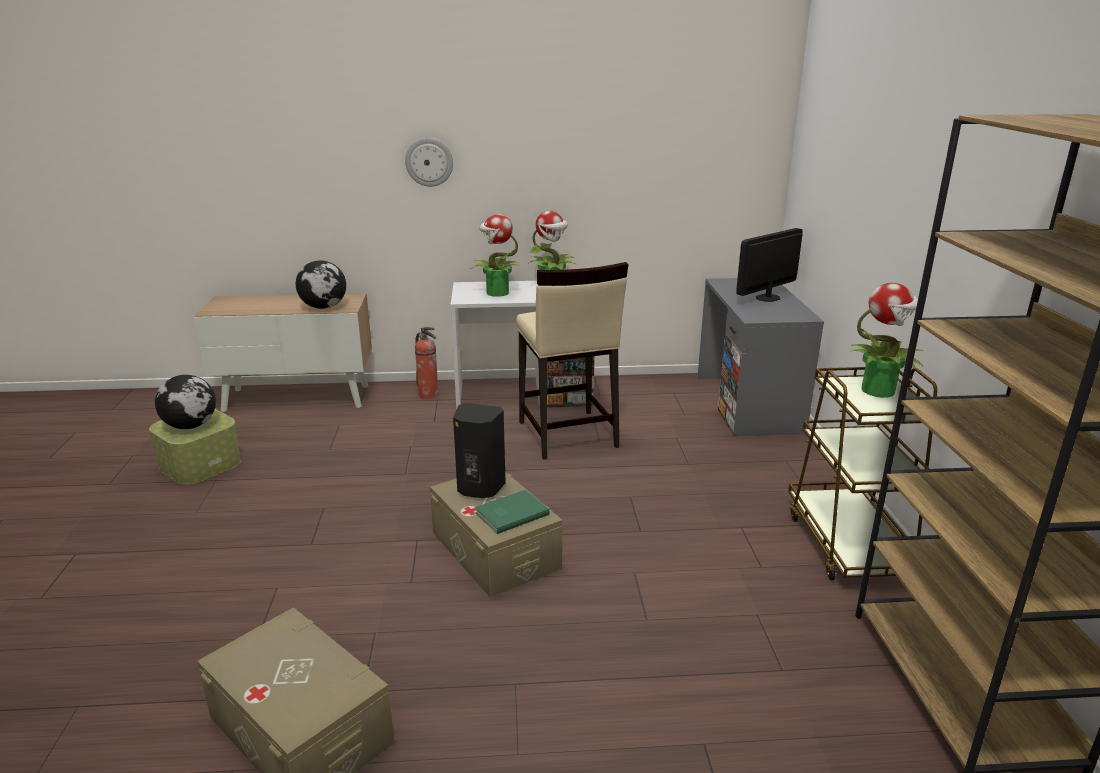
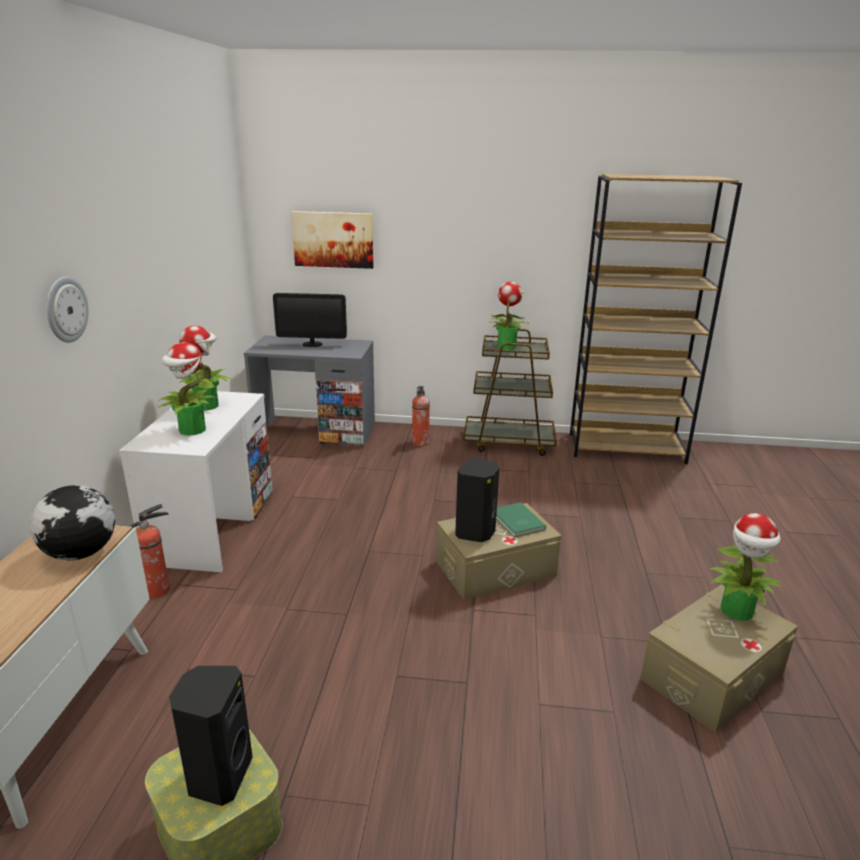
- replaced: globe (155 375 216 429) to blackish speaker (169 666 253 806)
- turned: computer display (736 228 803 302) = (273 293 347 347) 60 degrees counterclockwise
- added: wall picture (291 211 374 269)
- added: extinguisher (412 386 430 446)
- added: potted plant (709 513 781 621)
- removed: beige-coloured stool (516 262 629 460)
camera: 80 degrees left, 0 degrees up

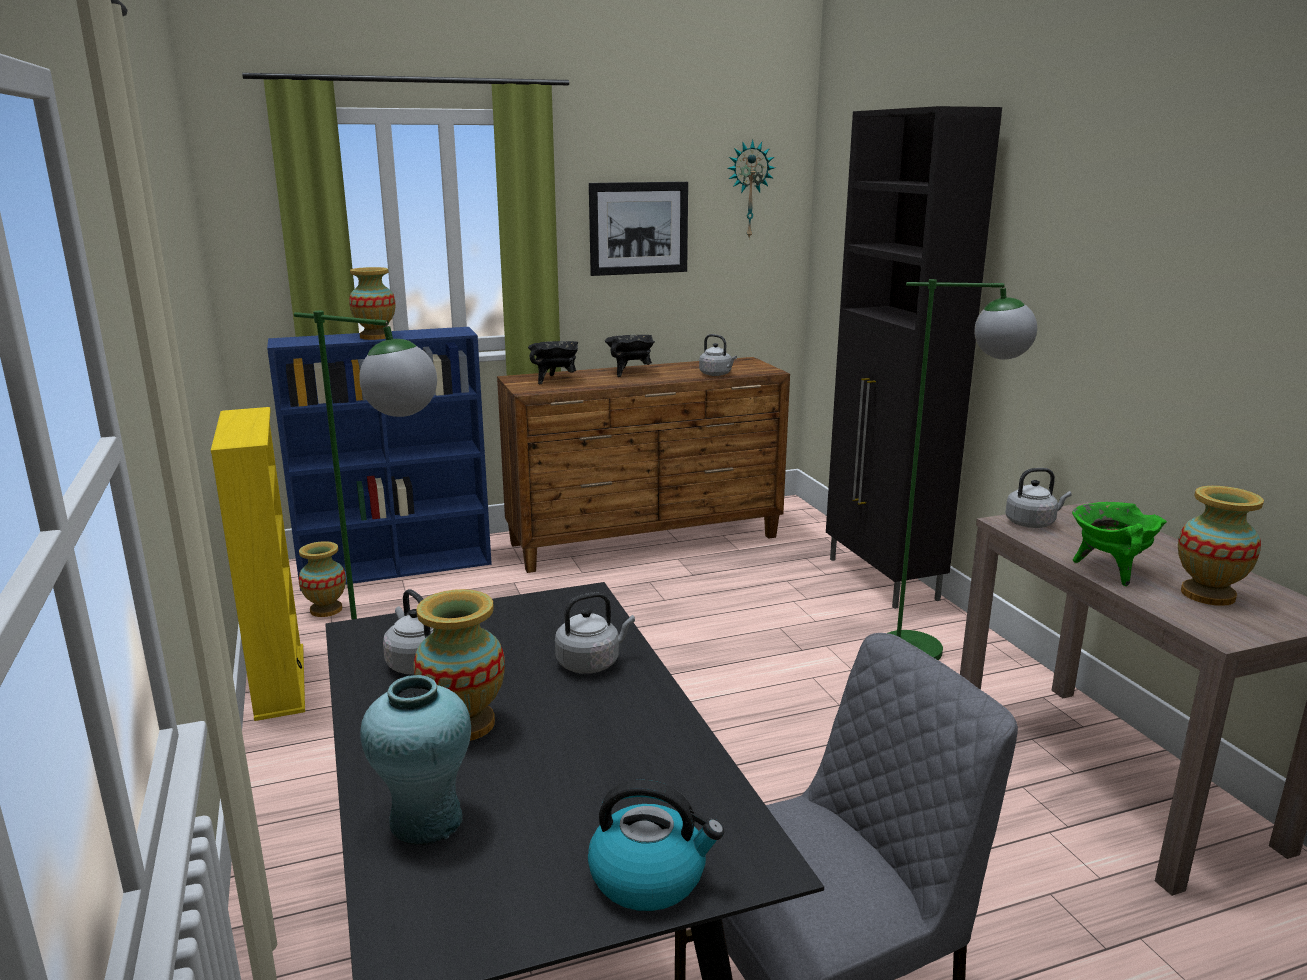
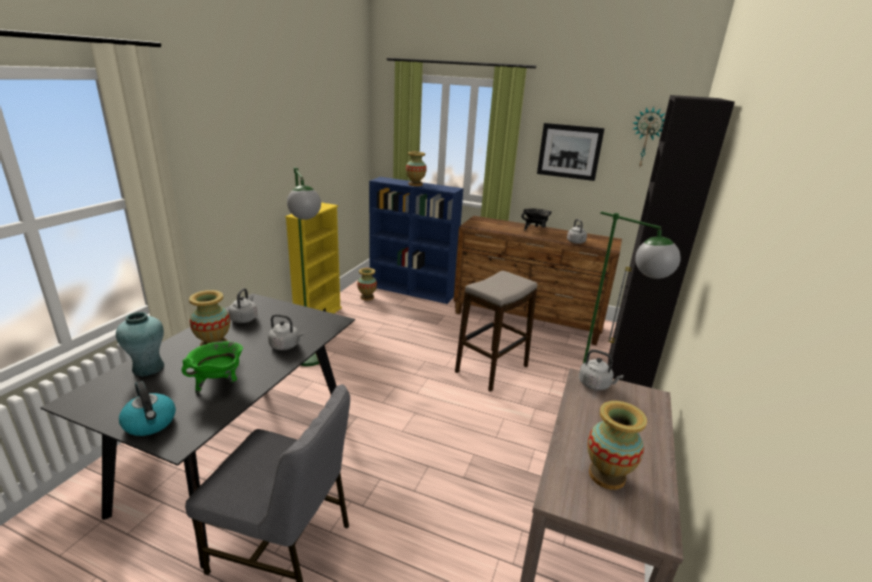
- moved: green saucepot (1072 502 1167 586) to (182 341 243 394)
- added: stool (455 271 537 392)
- removed: blackish saucepot (528 341 578 385)
camera: 40 degrees right, 5 degrees up

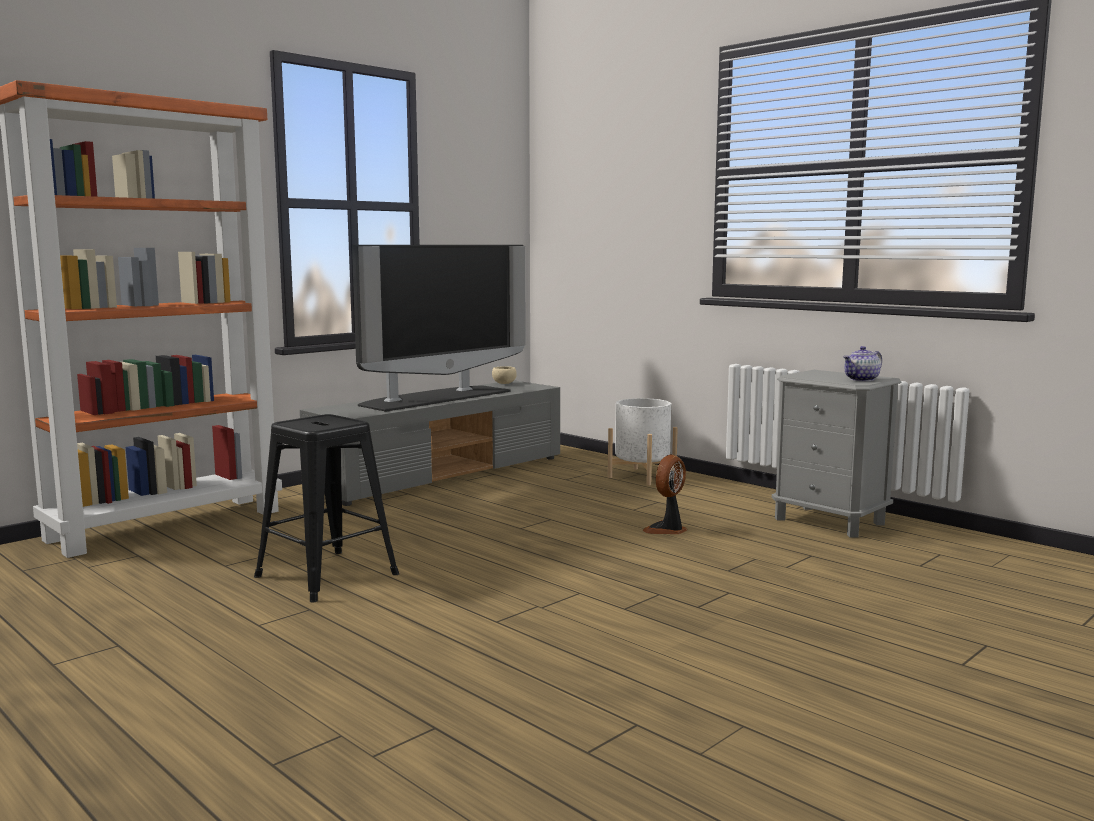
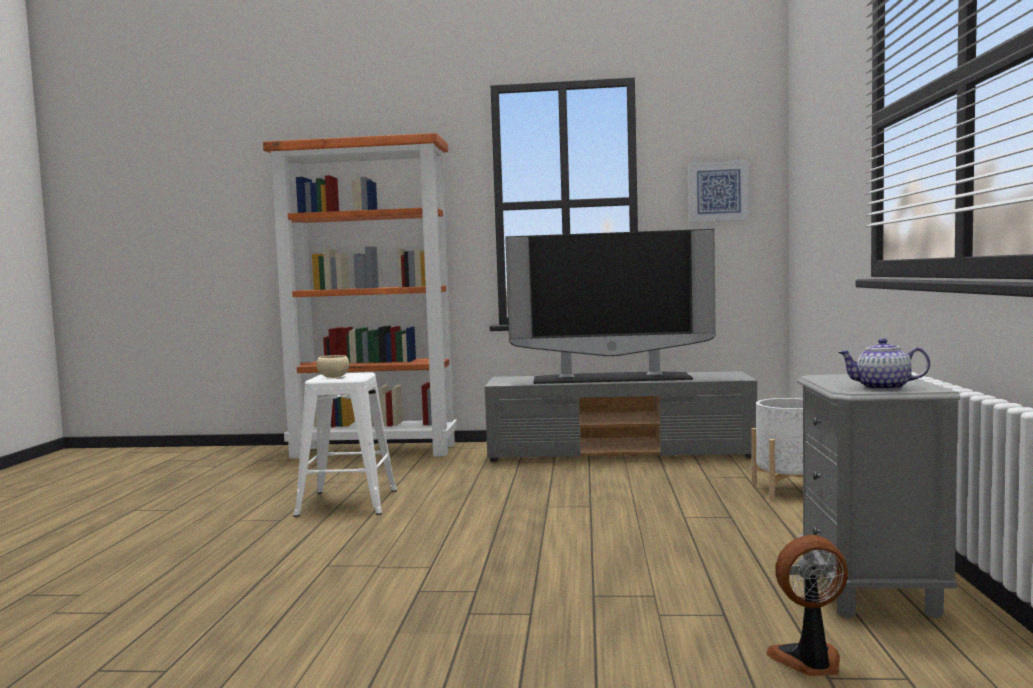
- recoloured: blackish stool (254 414 399 603) to white stool (293 373 397 517)
- moved: beige-coloured deep dish (492 366 517 384) to (317 355 349 378)
- added: wall picture (688 160 749 222)
- moved: electric fan (642 455 687 534) to (766 535 848 676)
camera: 50 degrees right, 5 degrees down

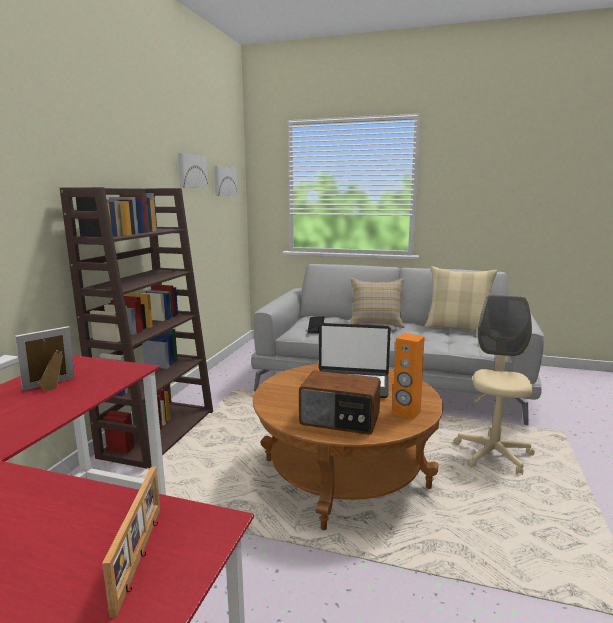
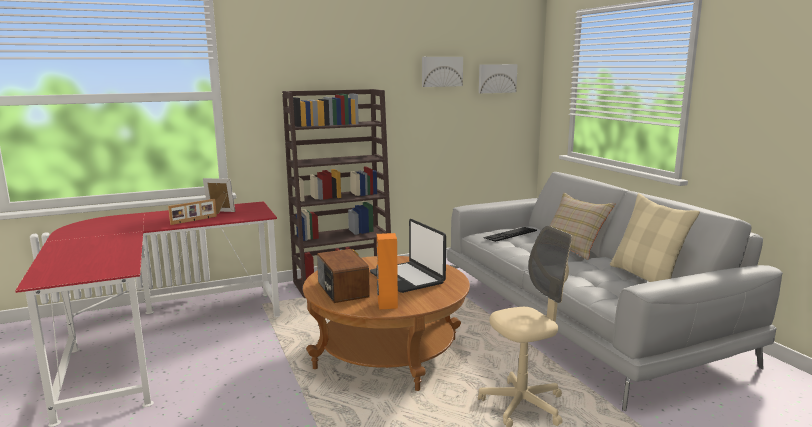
- moved: picture frame (102 467 160 618) to (168 199 217 225)
camera: 50 degrees right, 0 degrees up

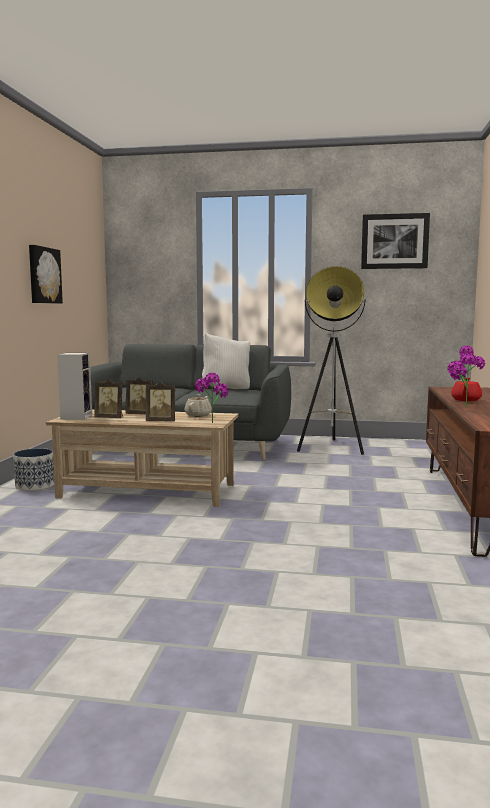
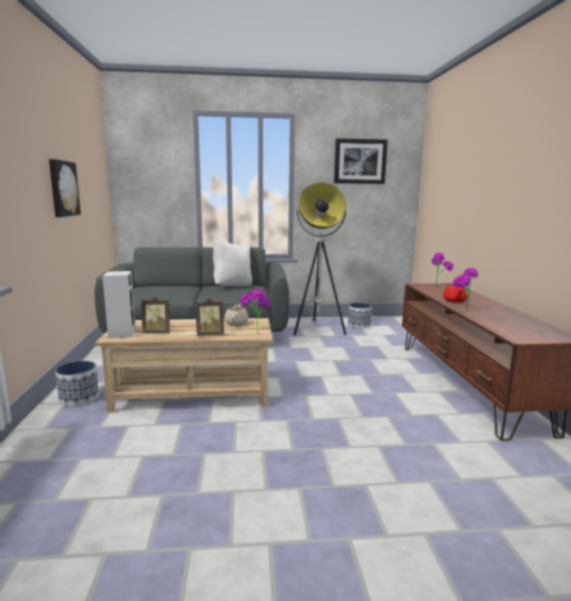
- added: flower pot (348 303 372 328)
- removed: picture frame (125 376 153 415)
camera: 15 degrees left, 5 degrees up

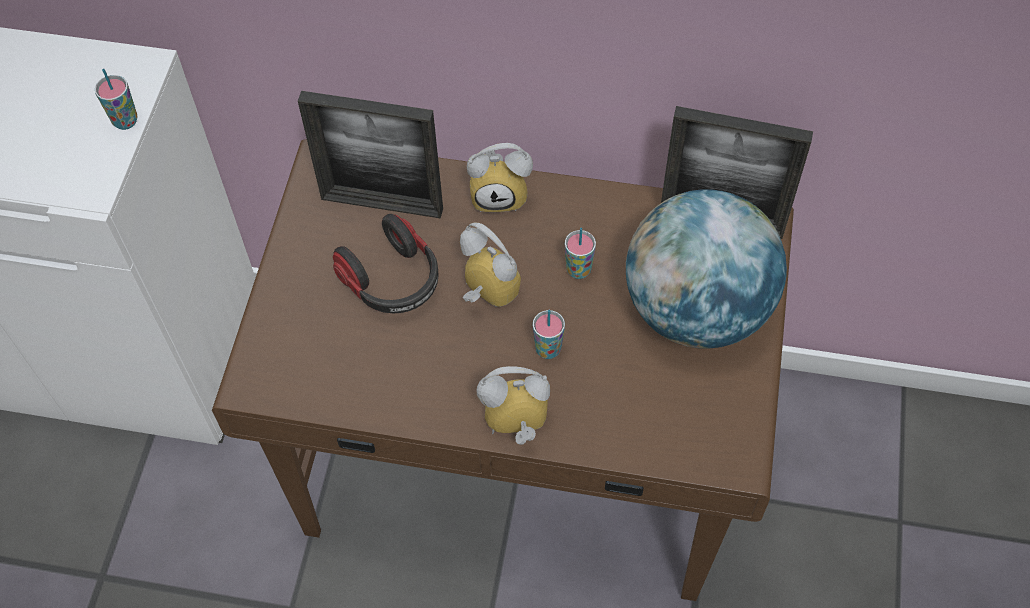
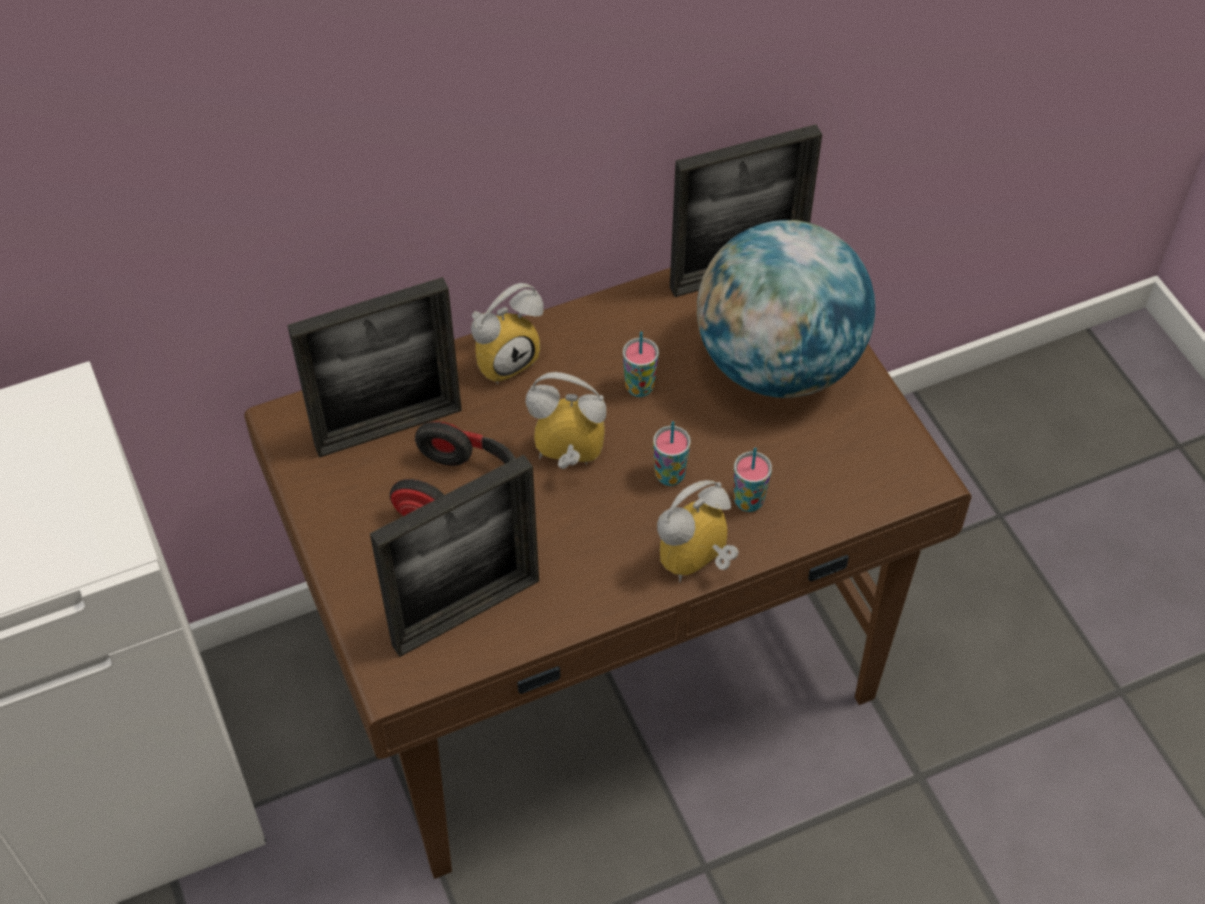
- added: picture frame (370 454 539 657)
- moved: cup (95 69 138 130) to (734 448 772 512)
camera: 35 degrees left, 5 degrees down

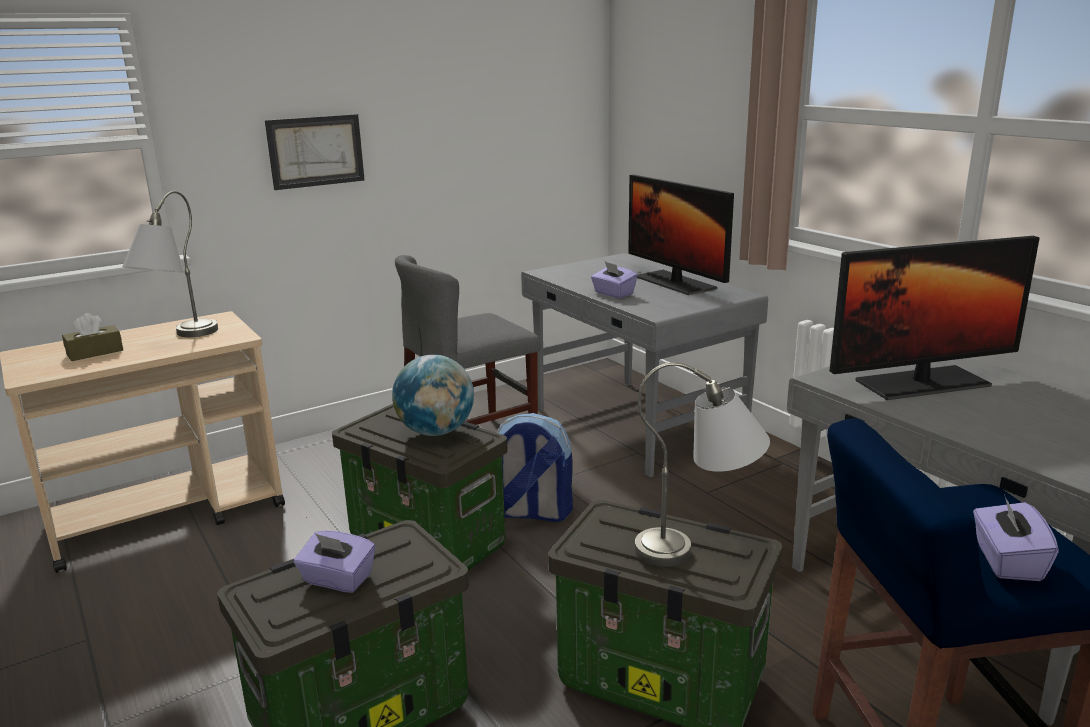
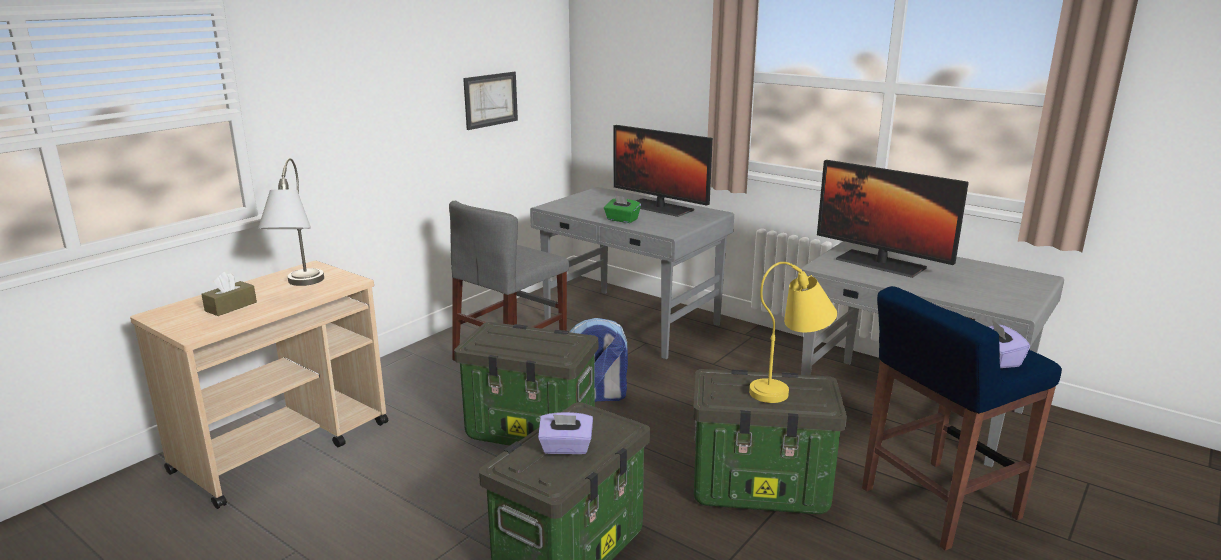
- moved: wall picture (265 114 365 190) to (463 72 518 130)
- recoloured: purple-coloured tissue holder (591 262 637 298) to green tissue holder (604 195 641 223)
- recoloured: grey tabletop lamp (635 362 770 567) to yellow tabletop lamp (749 262 837 403)
- turned: computer display (830 236 1040 400) = (817 160 969 278) 75 degrees clockwise
- removed: globe (392 355 474 436)
camera: 20 degrees left, 0 degrees up

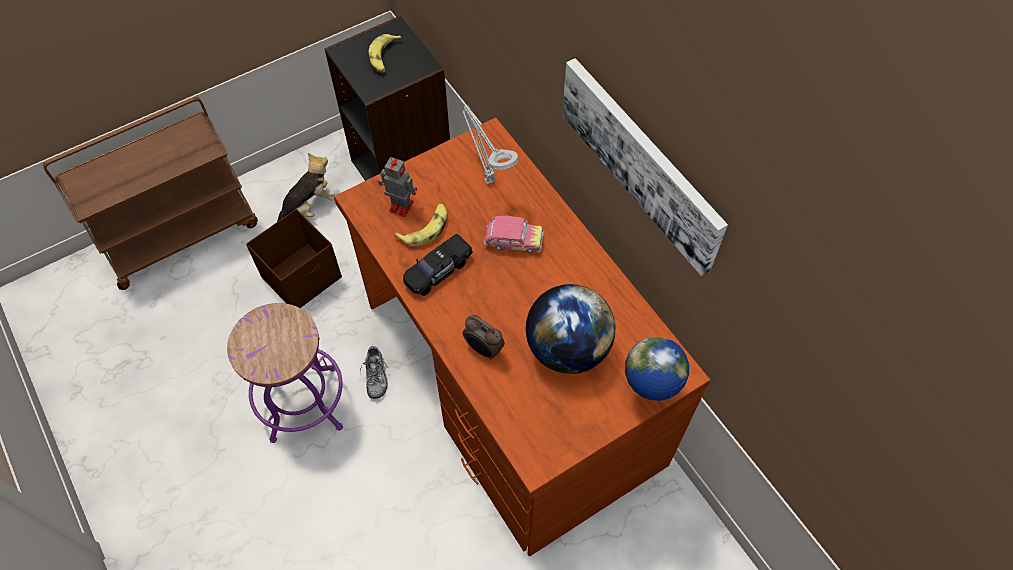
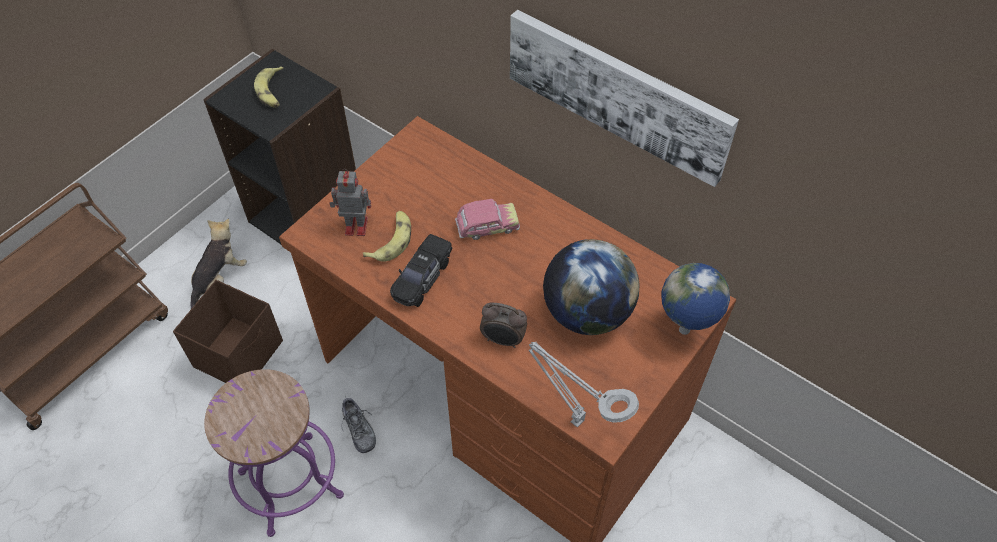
- moved: grey tabletop lamp (462 105 519 185) to (529 342 639 428)
camera: 20 degrees left, 5 degrees down

